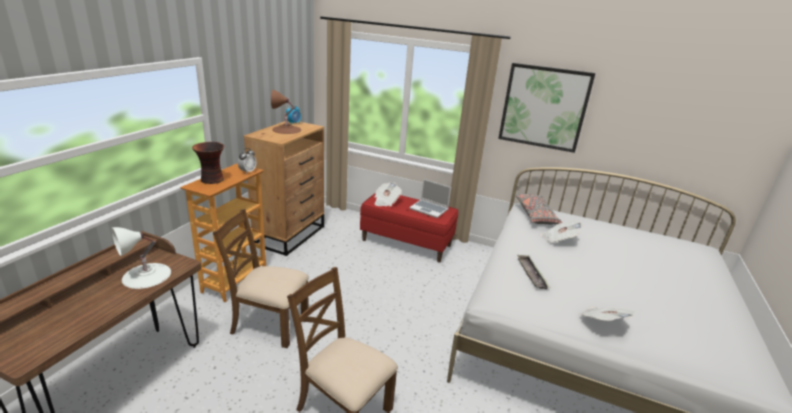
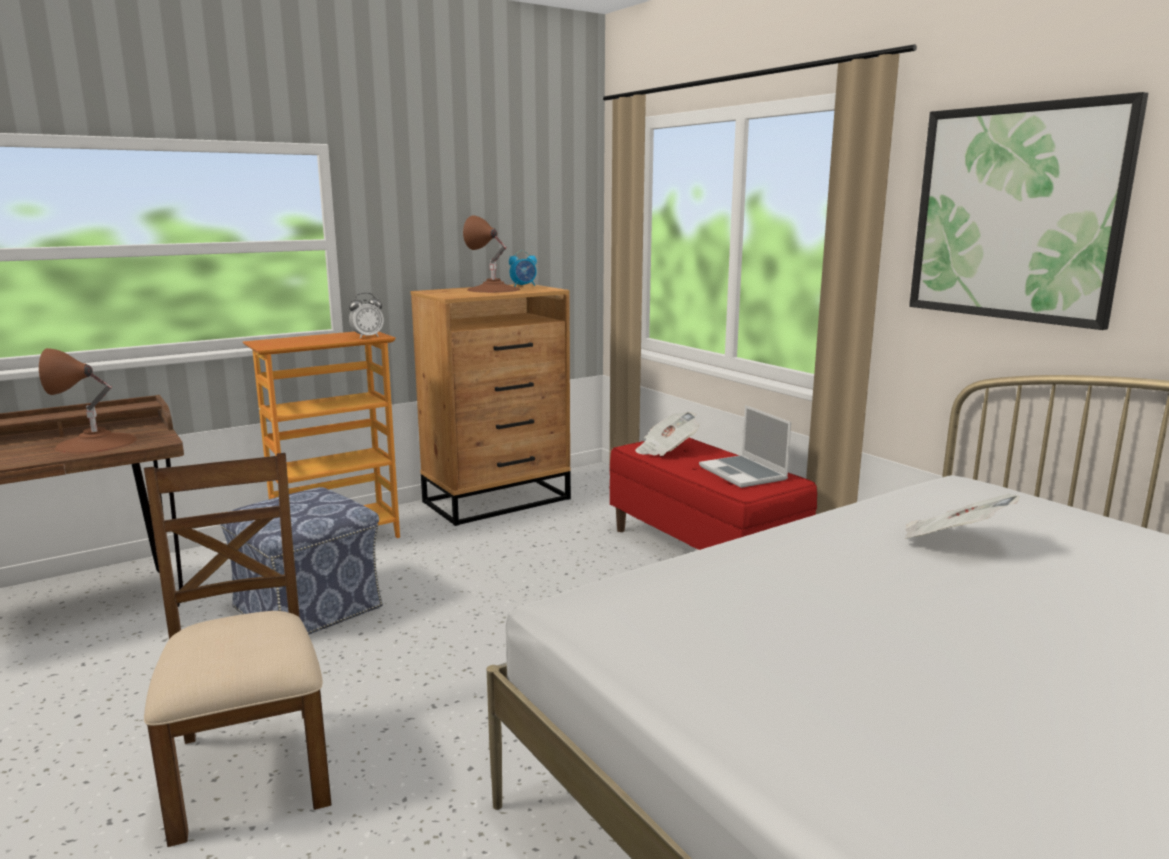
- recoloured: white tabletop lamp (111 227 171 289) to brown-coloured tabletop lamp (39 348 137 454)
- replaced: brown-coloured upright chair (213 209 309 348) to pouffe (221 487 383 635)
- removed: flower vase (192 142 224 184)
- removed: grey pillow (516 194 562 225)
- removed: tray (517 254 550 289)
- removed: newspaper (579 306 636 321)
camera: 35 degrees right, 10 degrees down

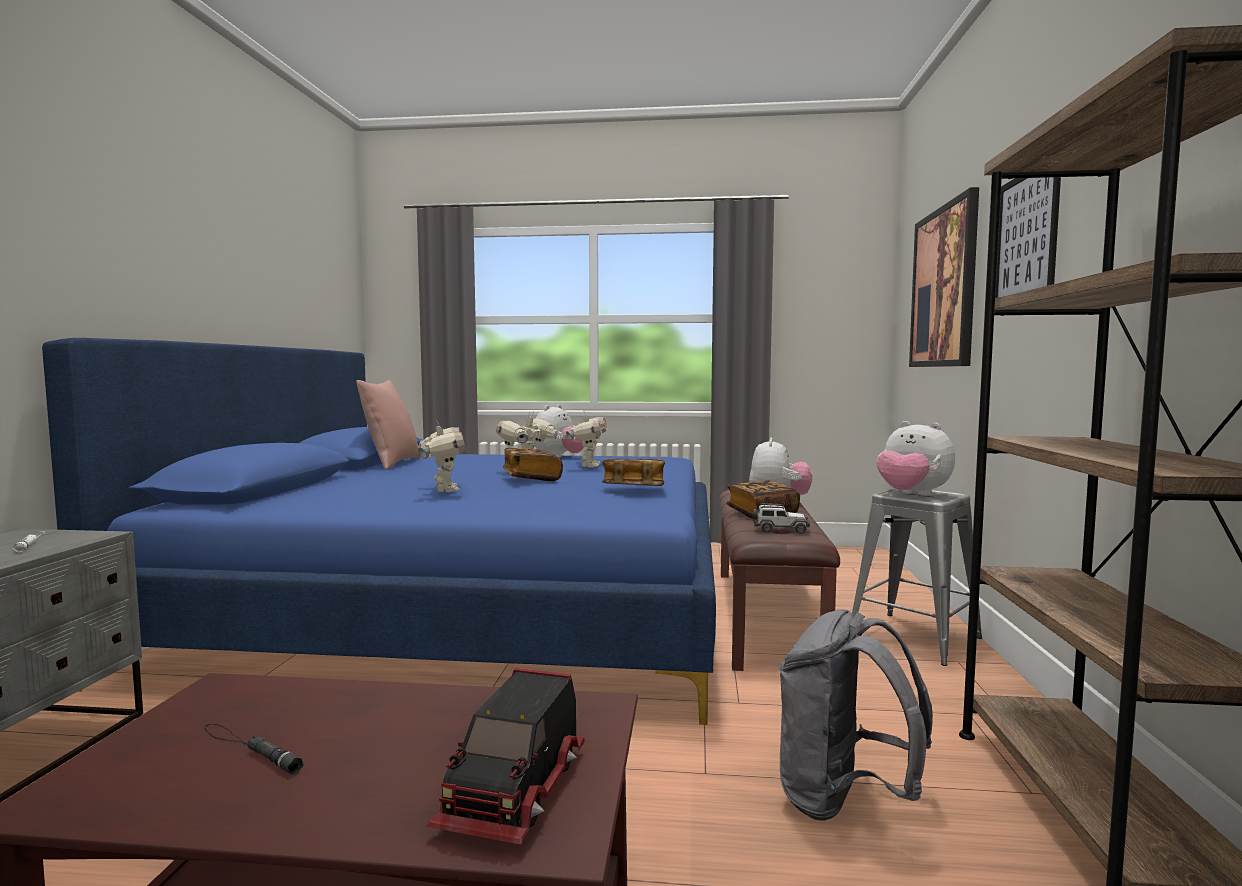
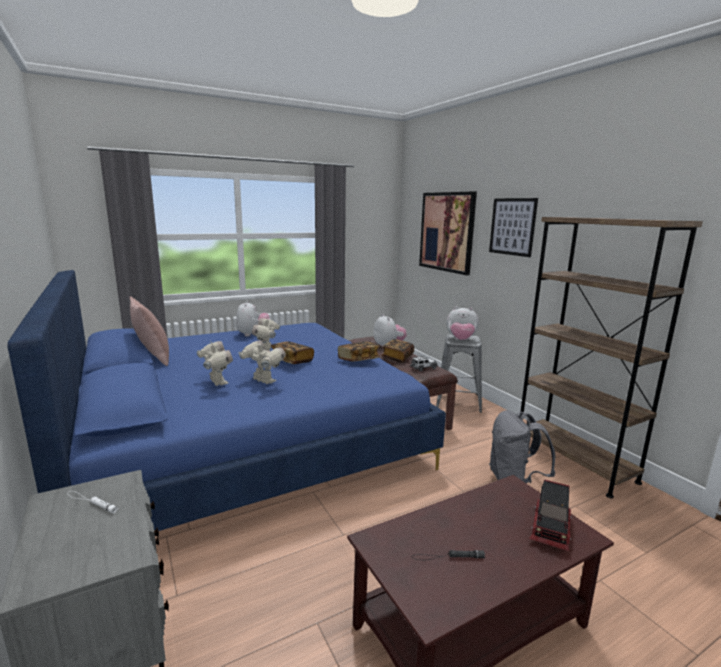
- moved: toy robot (566 410 607 468) to (197 341 233 386)
- turned: toy truck (426 668 585 845) = (530 479 572 551) 45 degrees clockwise
camera: 35 degrees left, 10 degrees up

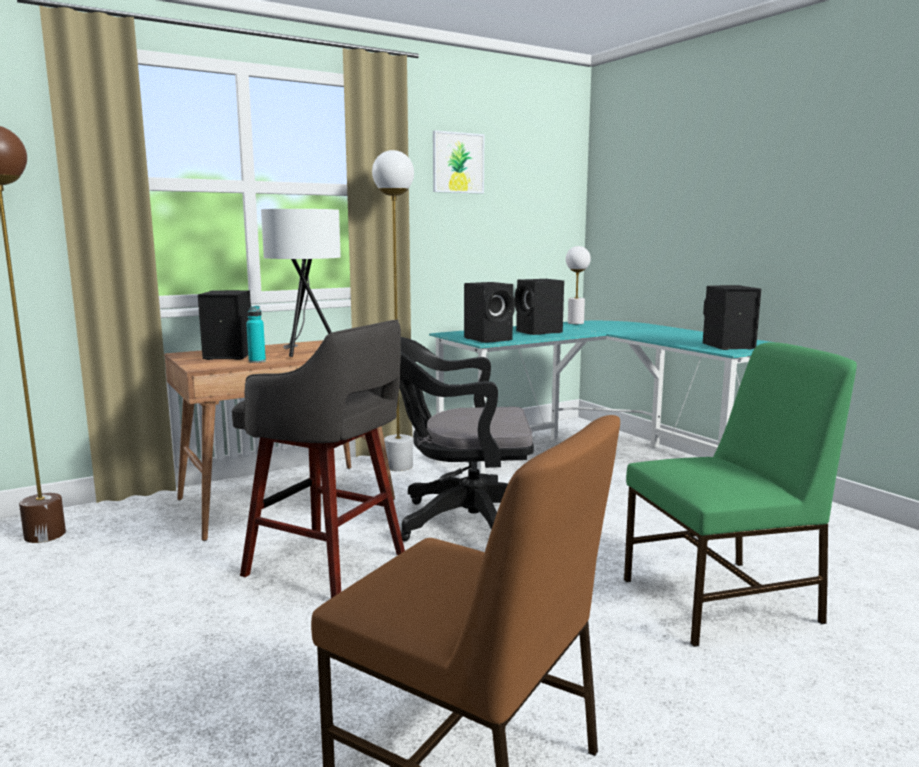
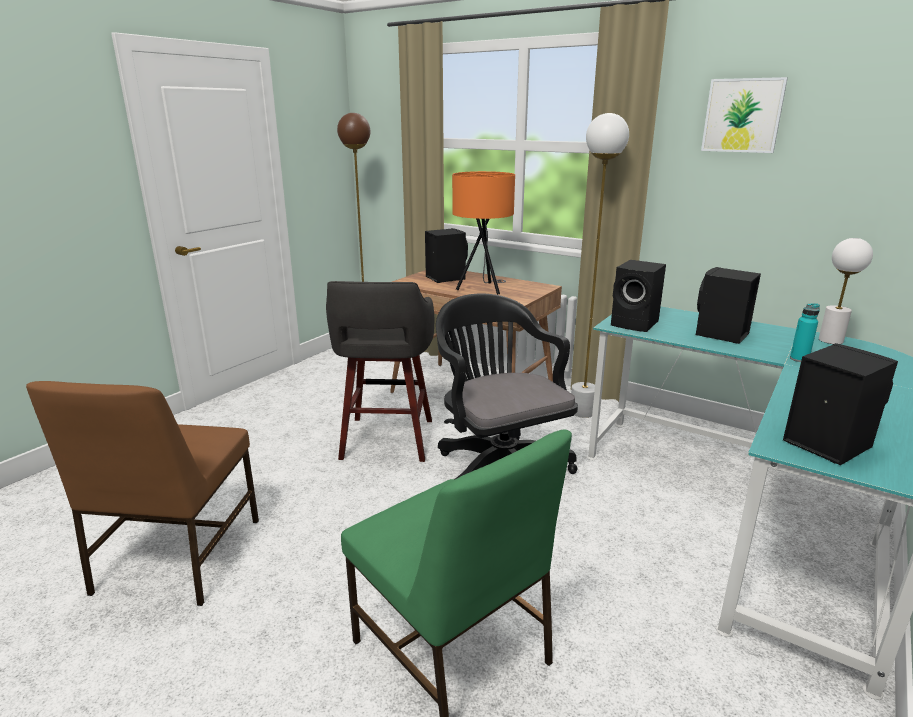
- recoloured: white tabletop lamp (261 209 341 357) to orange-coloured tabletop lamp (452 171 515 295)
- moved: turquoise drink bottle (246 306 266 363) to (790 303 820 362)
camera: 65 degrees right, 10 degrees up

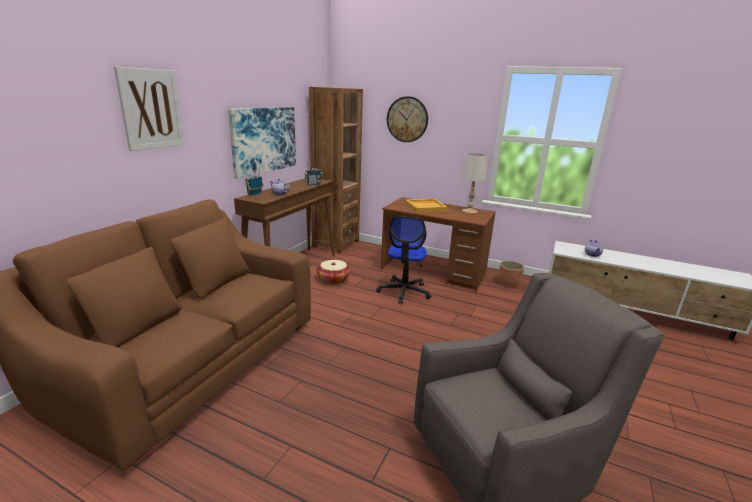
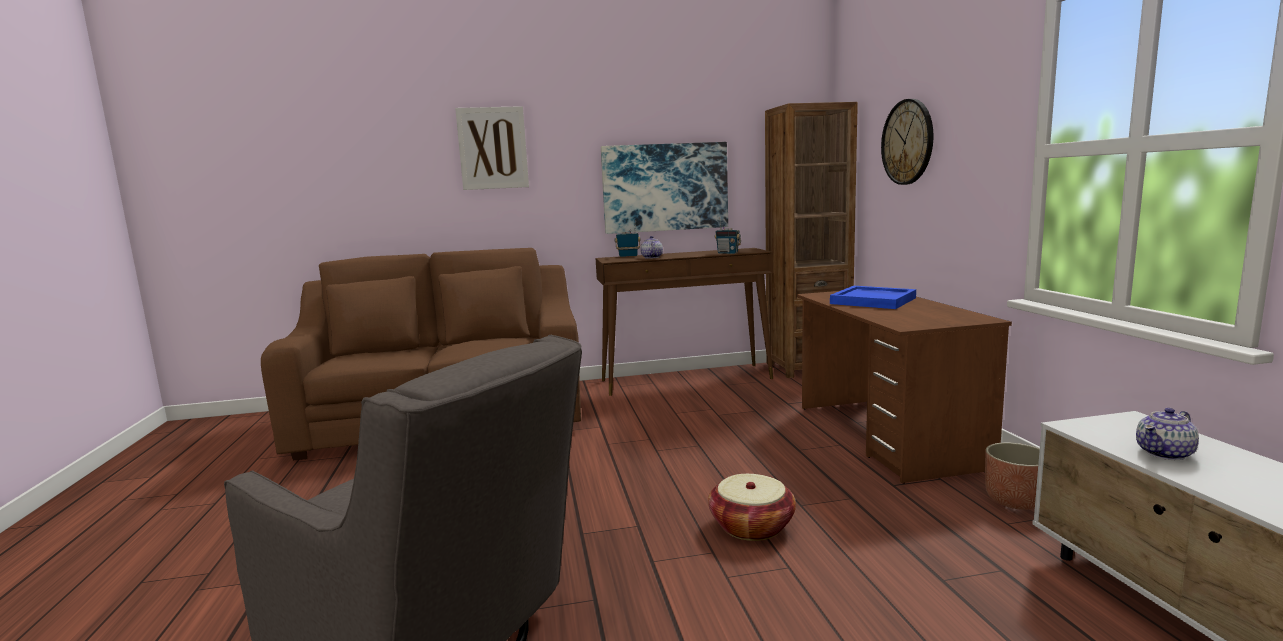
- moved: household basket (317 260 351 284) to (708 474 796 541)
- recoloured: beige-coloured tray (405 199 448 213) to blue tray (830 286 916 309)
- removed: desk chair (376 216 431 304)
- removed: white tabletop lamp (462 153 488 214)
camera: 55 degrees right, 10 degrees down

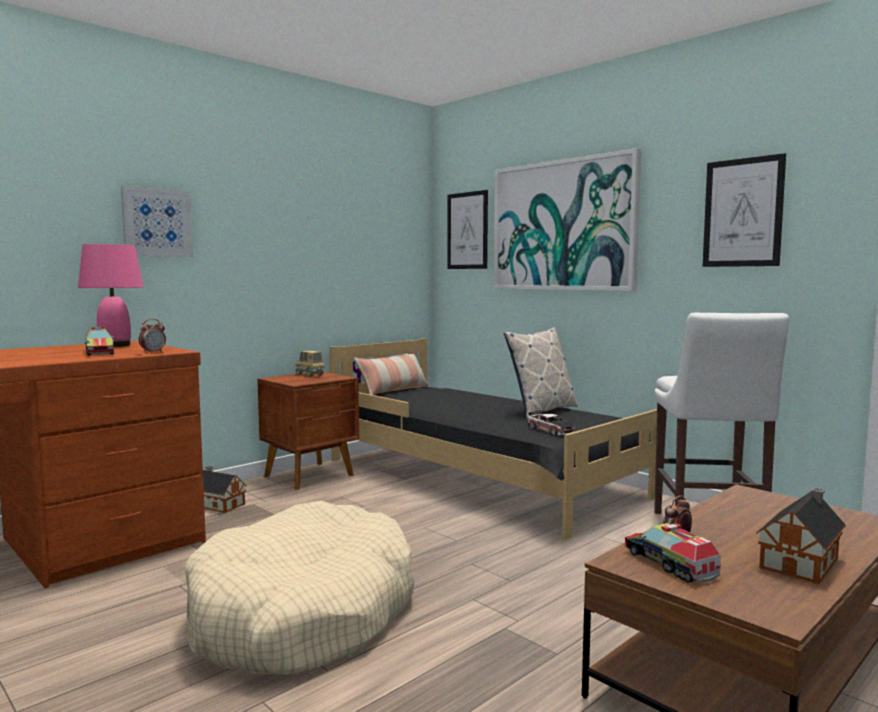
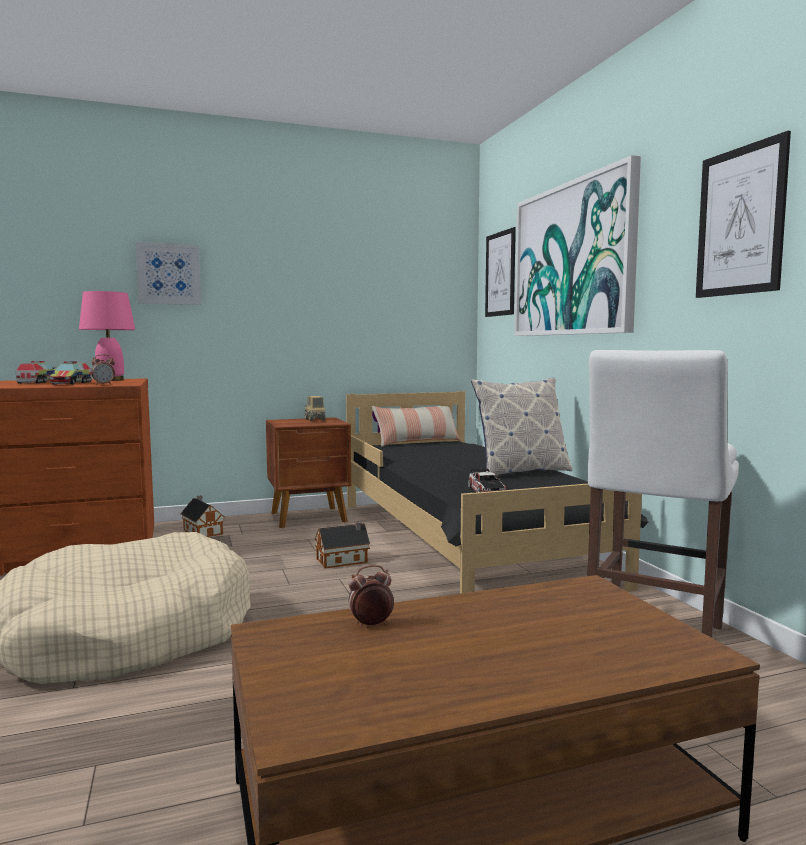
- moved: toy truck (625 523 721 583) to (16 361 55 384)
- moved: miniature house (756 488 846 584) to (315 521 370 568)
camera: 25 degrees right, 0 degrees up

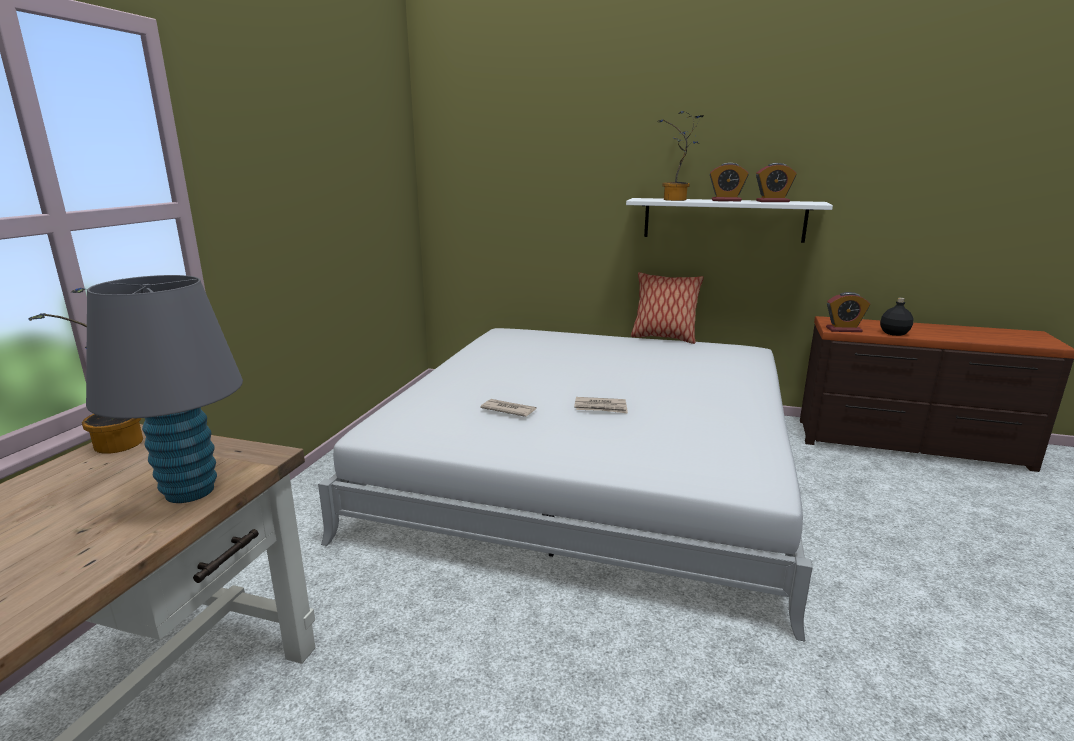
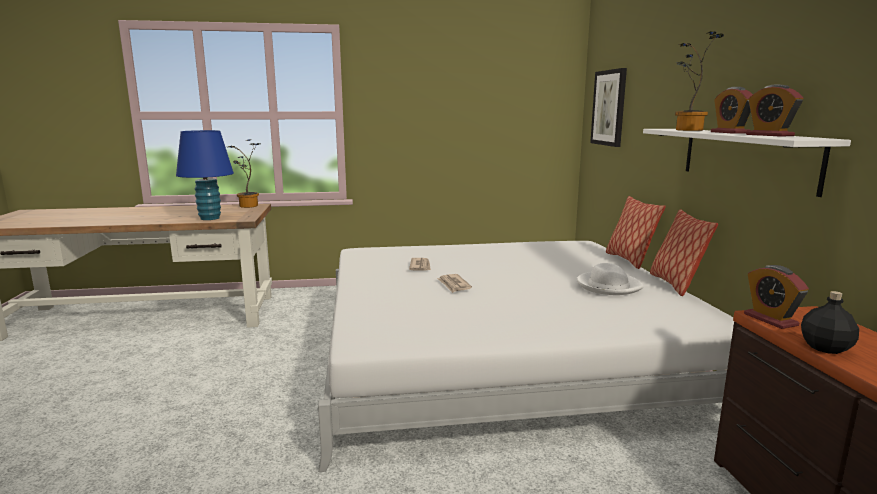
- recoloured: grey tabletop lamp (86 275 243 503) to blue tabletop lamp (176 130 234 220)
- added: white hat (577 263 644 295)
- added: wall picture (590 68 627 147)
- added: pillow (606 196 666 269)
camera: 65 degrees right, 5 degrees down

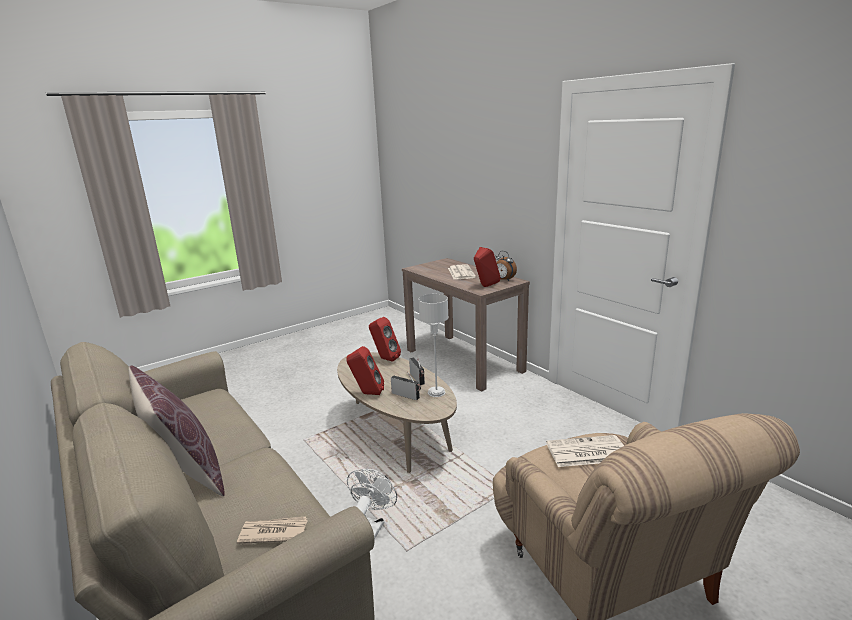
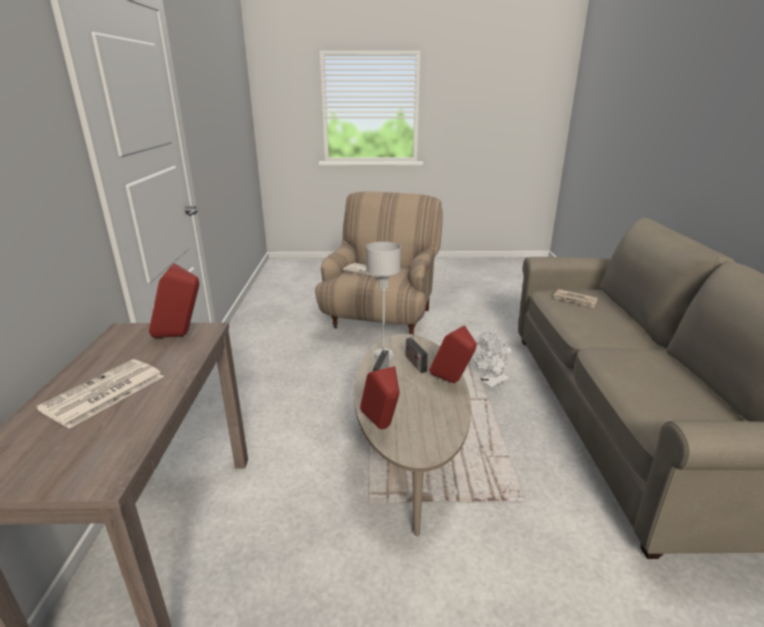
- removed: brown-coloured pillow (128 365 225 496)
- removed: bedside clock (495 251 517 281)
camera: 145 degrees left, 5 degrees up

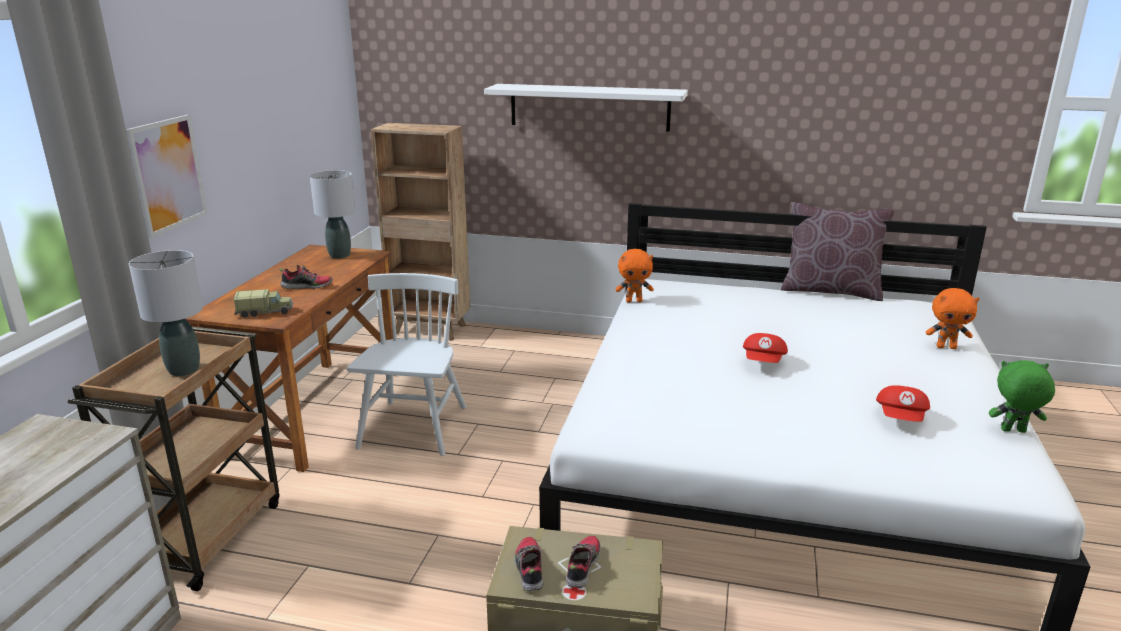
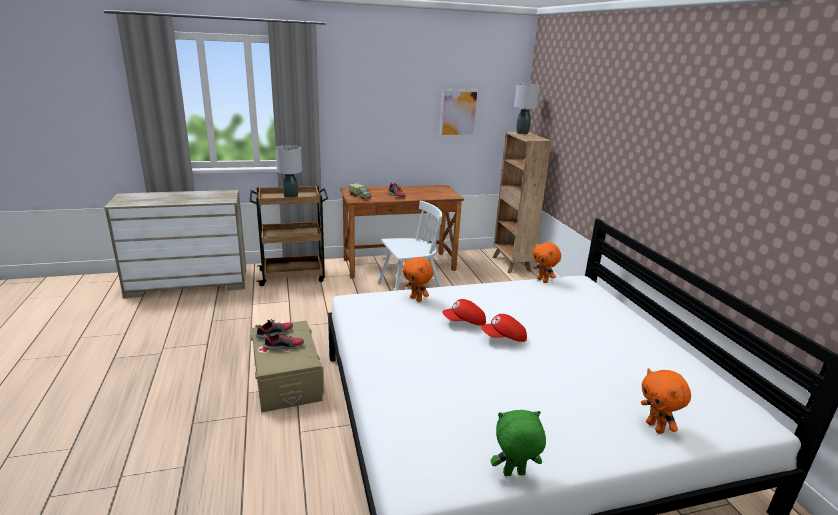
- added: orange-coloured plush toy (403 257 433 302)
- moved: wall picture (126 115 207 238) to (440 89 480 137)
- moved: reddish baseball cap (876 385 930 422) to (442 299 486 326)
- turned: green plush toy (989 360 1055 433) = (491 410 546 476) 75 degrees counterclockwise
- moved: grey tabletop lamp (310 170 355 259) to (514 84 540 134)
- removed: white bracket shelf (484 84 688 132)
- removed: brown-coloured pillow (781 202 895 301)
camera: 60 degrees right, 0 degrees up

